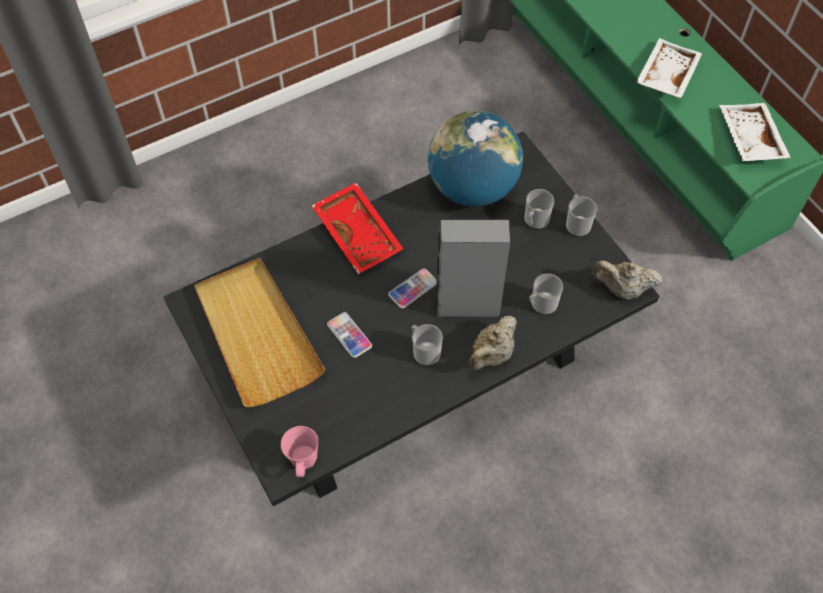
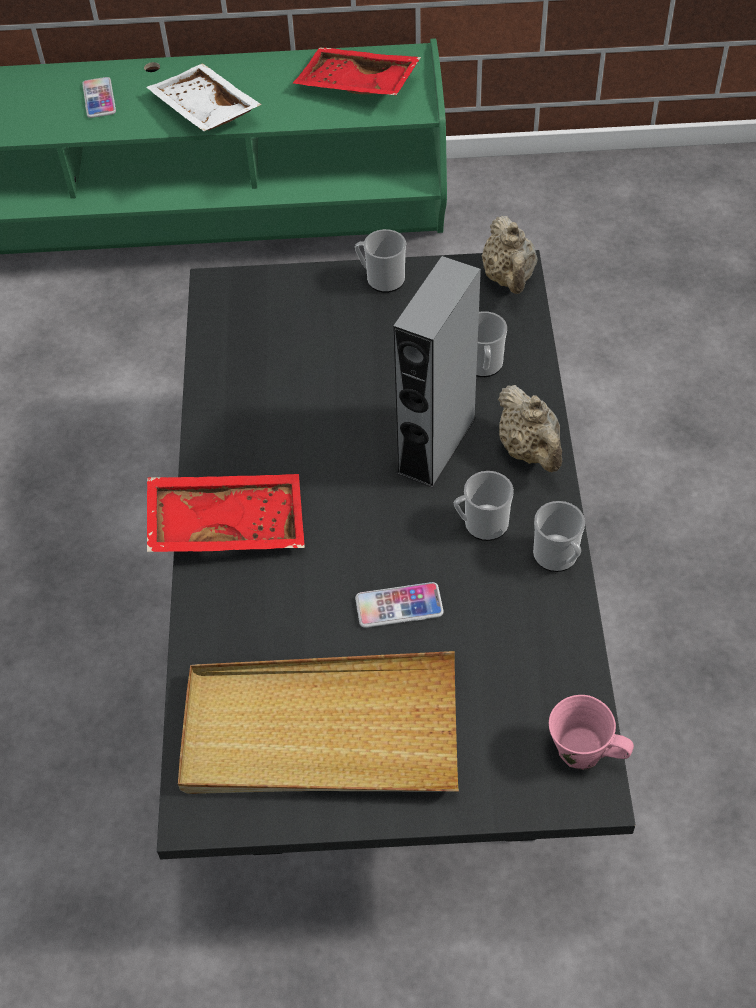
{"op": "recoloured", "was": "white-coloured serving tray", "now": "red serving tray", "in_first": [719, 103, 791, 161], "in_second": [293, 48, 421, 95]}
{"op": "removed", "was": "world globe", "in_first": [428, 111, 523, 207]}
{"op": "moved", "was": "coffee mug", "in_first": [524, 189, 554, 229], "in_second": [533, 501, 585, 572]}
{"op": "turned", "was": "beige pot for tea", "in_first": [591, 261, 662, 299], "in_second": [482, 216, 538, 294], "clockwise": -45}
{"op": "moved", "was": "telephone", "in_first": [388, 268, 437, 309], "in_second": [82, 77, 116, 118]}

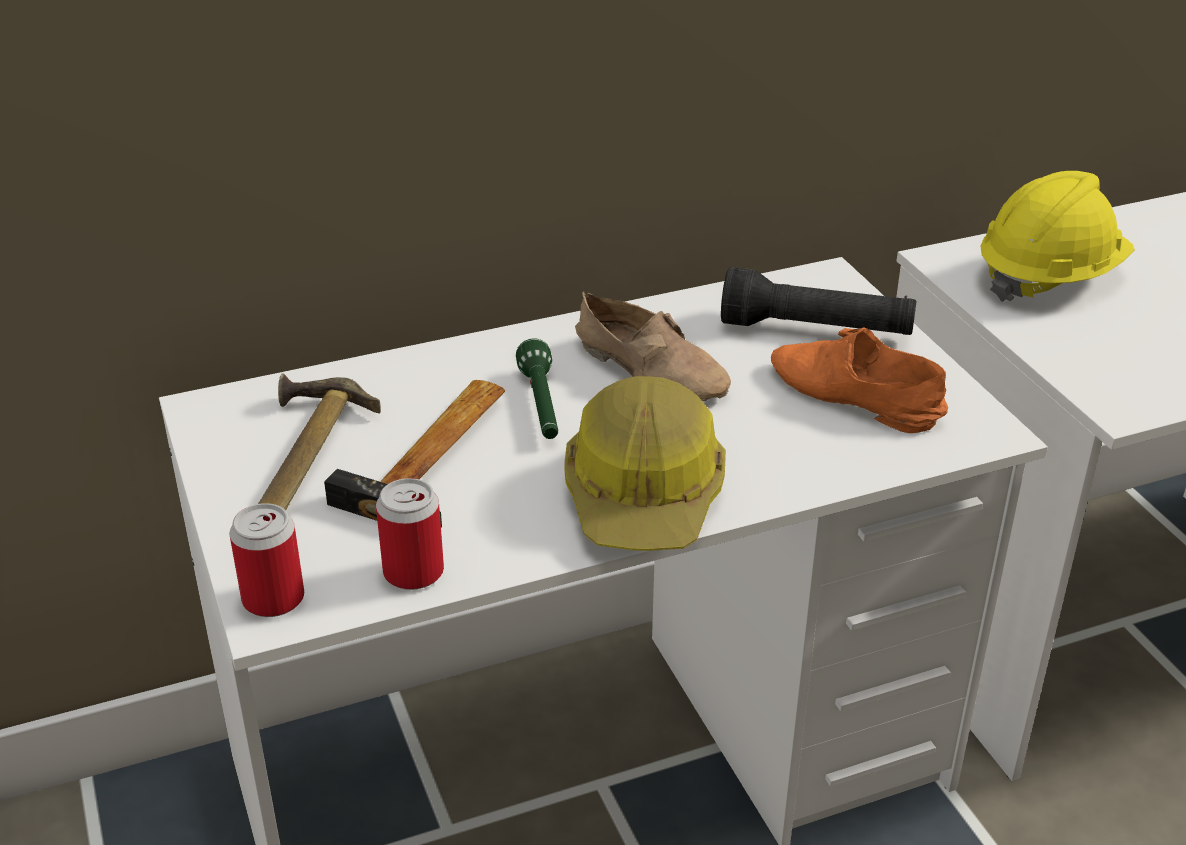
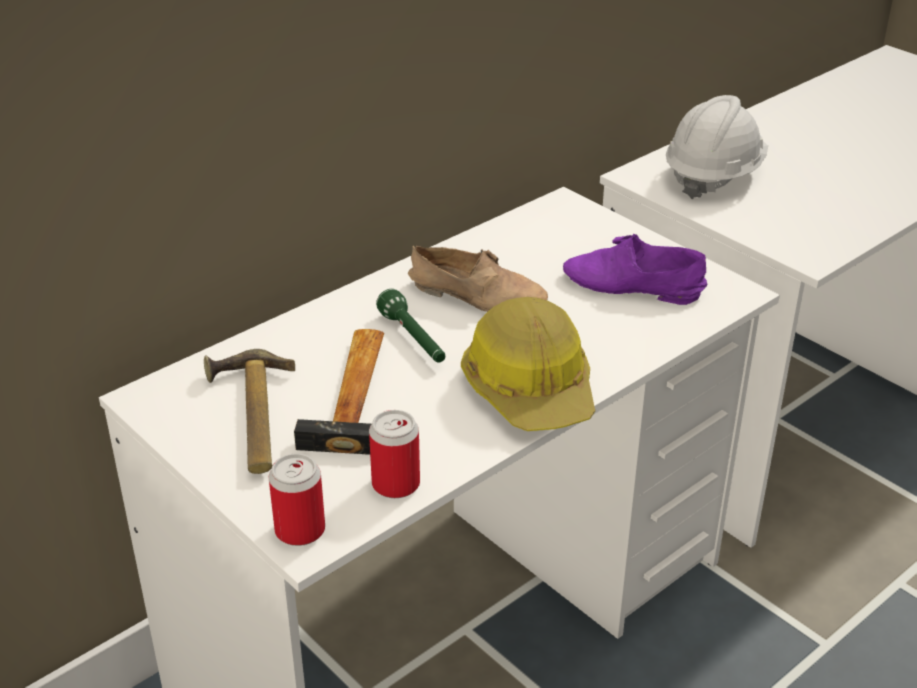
{"op": "recoloured", "was": "yellow hard hat", "now": "white-coloured hard hat", "in_first": [980, 171, 1135, 302], "in_second": [666, 95, 768, 199]}
{"op": "removed", "was": "black torch", "in_first": [721, 267, 917, 335]}
{"op": "recoloured", "was": "orangey low shoe", "now": "purple low shoe", "in_first": [771, 328, 948, 433], "in_second": [563, 234, 708, 305]}

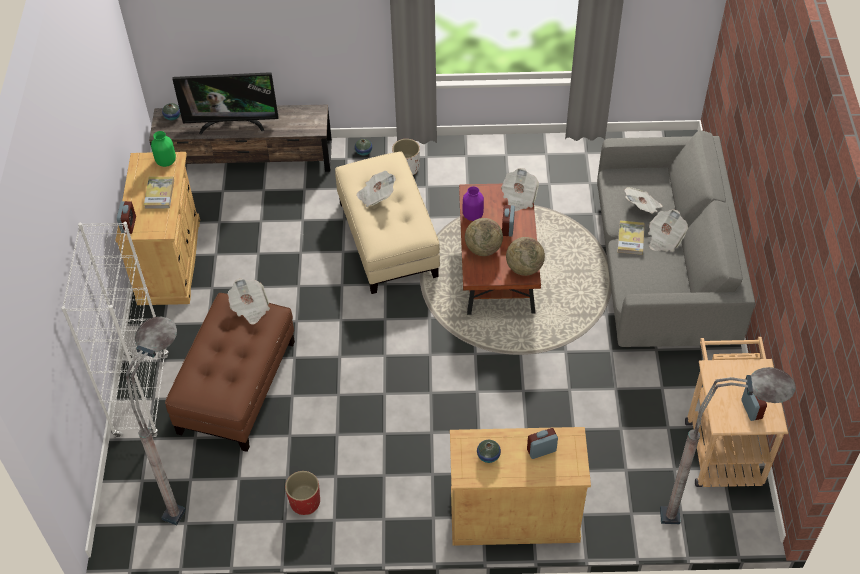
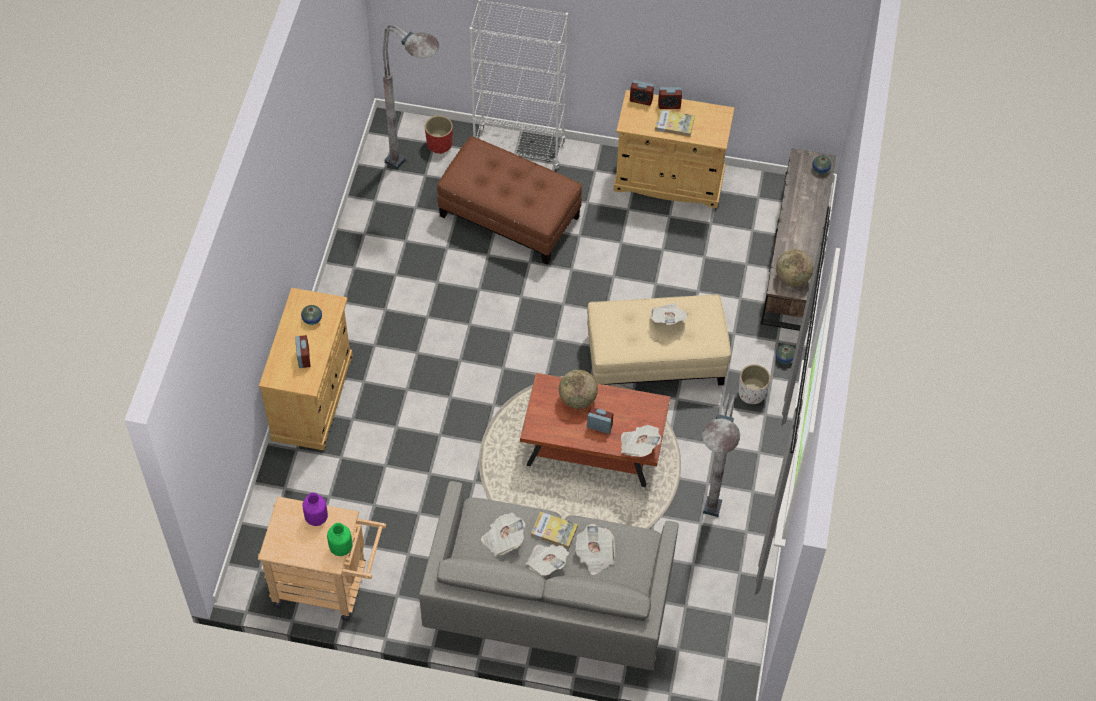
{"op": "removed", "was": "television", "in_first": [172, 72, 278, 134]}
{"op": "moved", "was": "green vase", "in_first": [151, 131, 176, 167], "in_second": [327, 523, 353, 556]}
{"op": "moved", "was": "purple vase", "in_first": [463, 186, 484, 221], "in_second": [302, 492, 328, 526]}
{"op": "moved", "was": "world globe", "in_first": [506, 237, 545, 276], "in_second": [776, 249, 814, 287]}
{"op": "moved", "was": "daily paper", "in_first": [228, 278, 270, 325], "in_second": [481, 513, 526, 556]}
{"op": "moved", "was": "greyish standard lamp", "in_first": [660, 367, 796, 524], "in_second": [702, 394, 740, 517]}
{"op": "moved", "was": "bedside clock", "in_first": [741, 387, 767, 421], "in_second": [658, 87, 682, 109]}
{"op": "moved", "was": "red planter", "in_first": [285, 471, 320, 515], "in_second": [425, 116, 453, 154]}

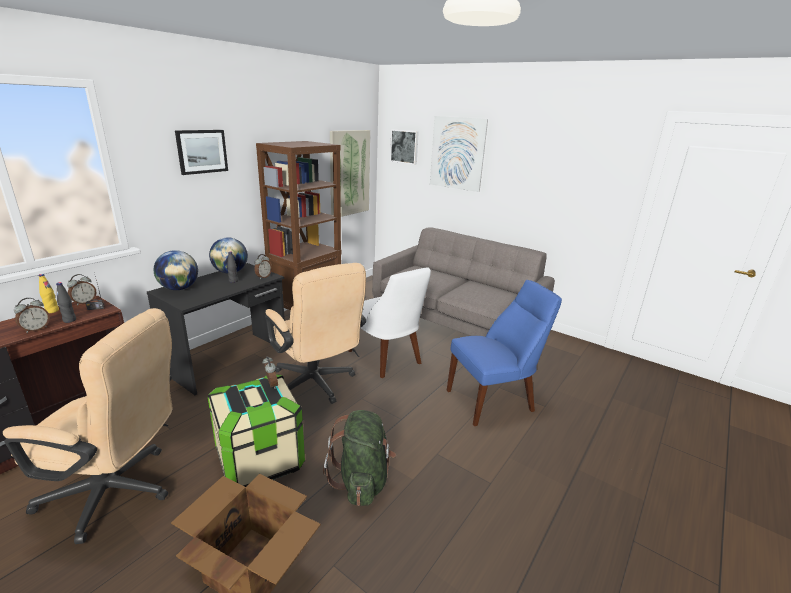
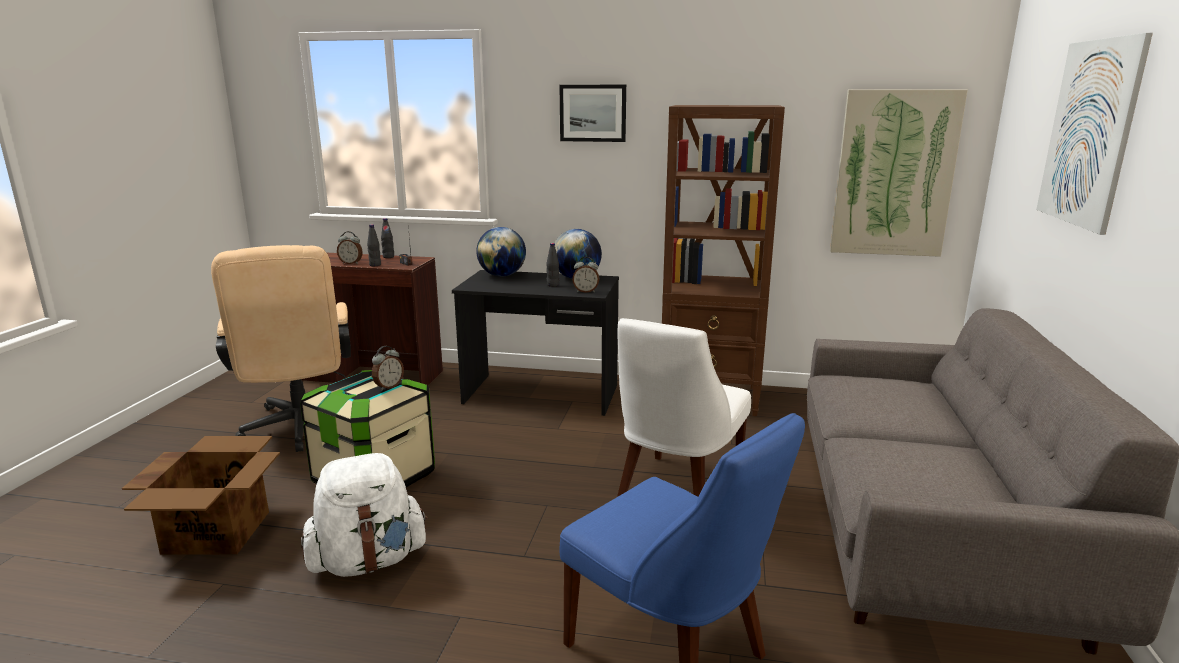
{"op": "removed", "was": "wall picture", "in_first": [390, 129, 419, 165]}
{"op": "removed", "was": "beige computer chair", "in_first": [265, 263, 366, 404]}
{"op": "recoloured", "was": "yellow drink bottle", "now": "black drink bottle", "in_first": [38, 274, 59, 313], "in_second": [381, 218, 394, 258]}
{"op": "removed", "was": "bedside clock", "in_first": [67, 274, 96, 306]}
{"op": "recoloured", "was": "green knapsack", "now": "white-coloured knapsack", "in_first": [323, 410, 396, 506], "in_second": [301, 453, 428, 577]}

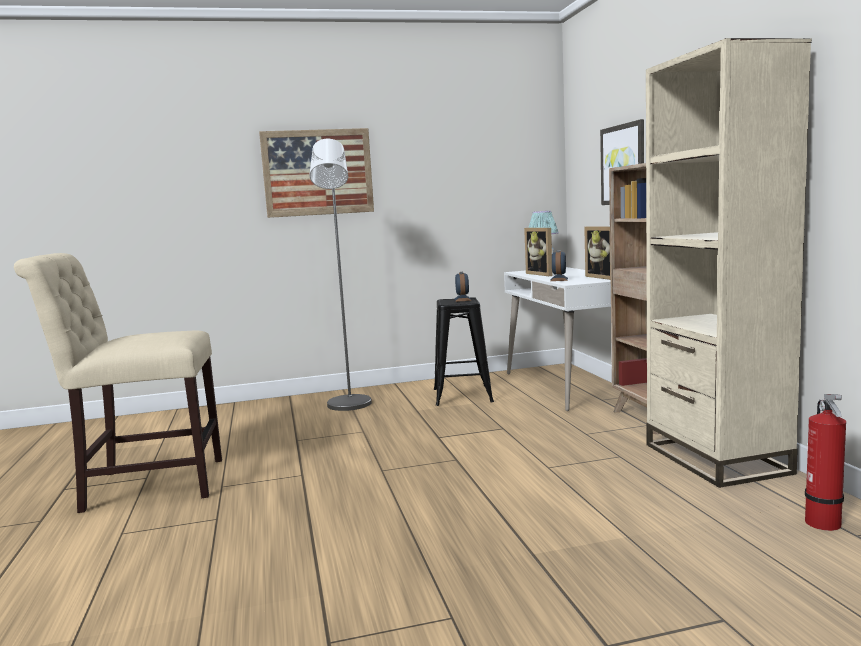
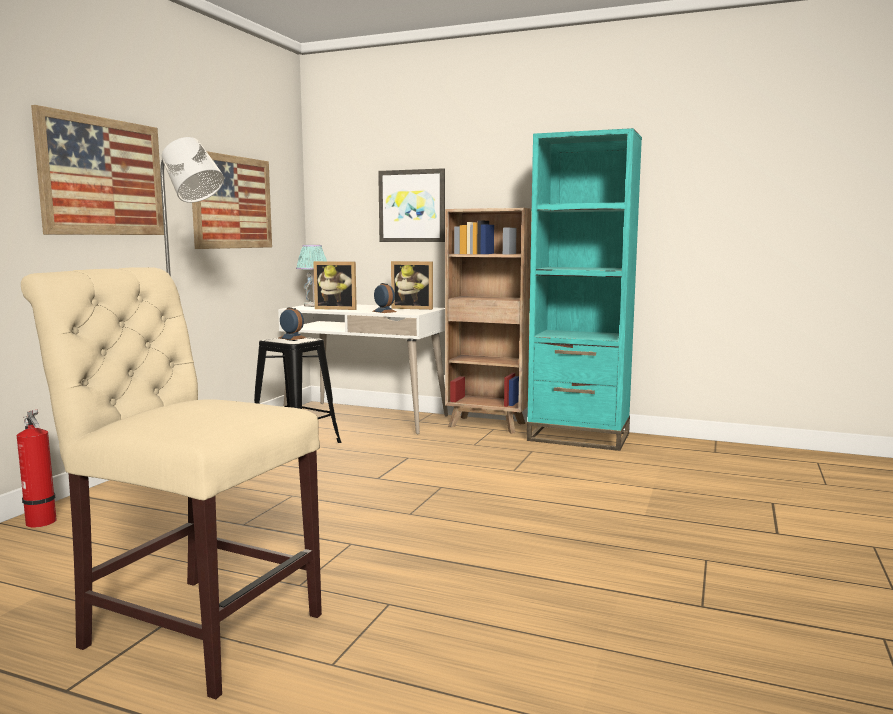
{"op": "recoloured", "was": "beige shelving unit", "now": "turquoise-coloured shelving unit", "in_first": [646, 38, 812, 488], "in_second": [527, 128, 642, 451]}
{"op": "turned", "was": "beige plain chair", "in_first": [14, 253, 222, 513], "in_second": [21, 267, 322, 699], "clockwise": 90}
{"op": "moved", "was": "fire extinguisher", "in_first": [805, 394, 846, 531], "in_second": [17, 410, 57, 527]}
{"op": "added", "now": "wall picture", "in_second": [192, 151, 272, 249]}

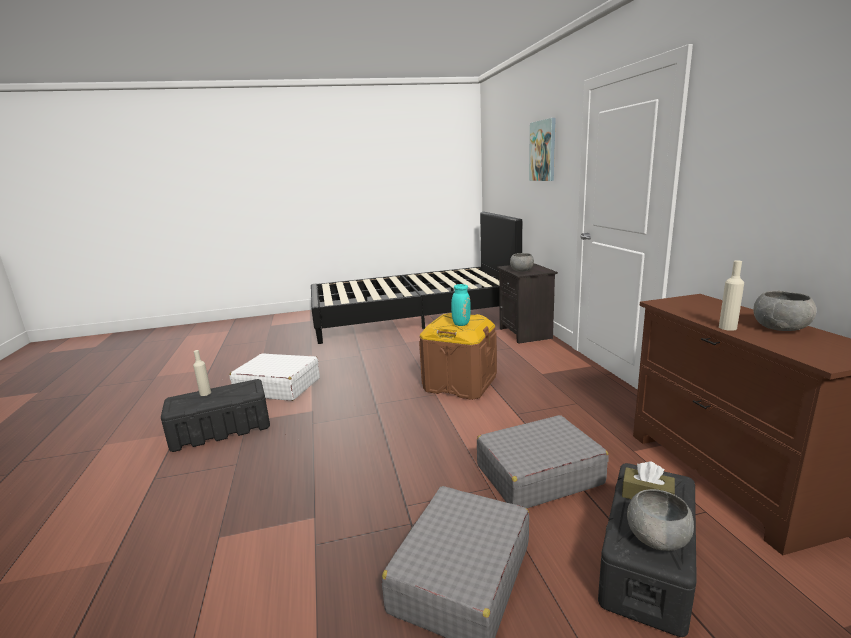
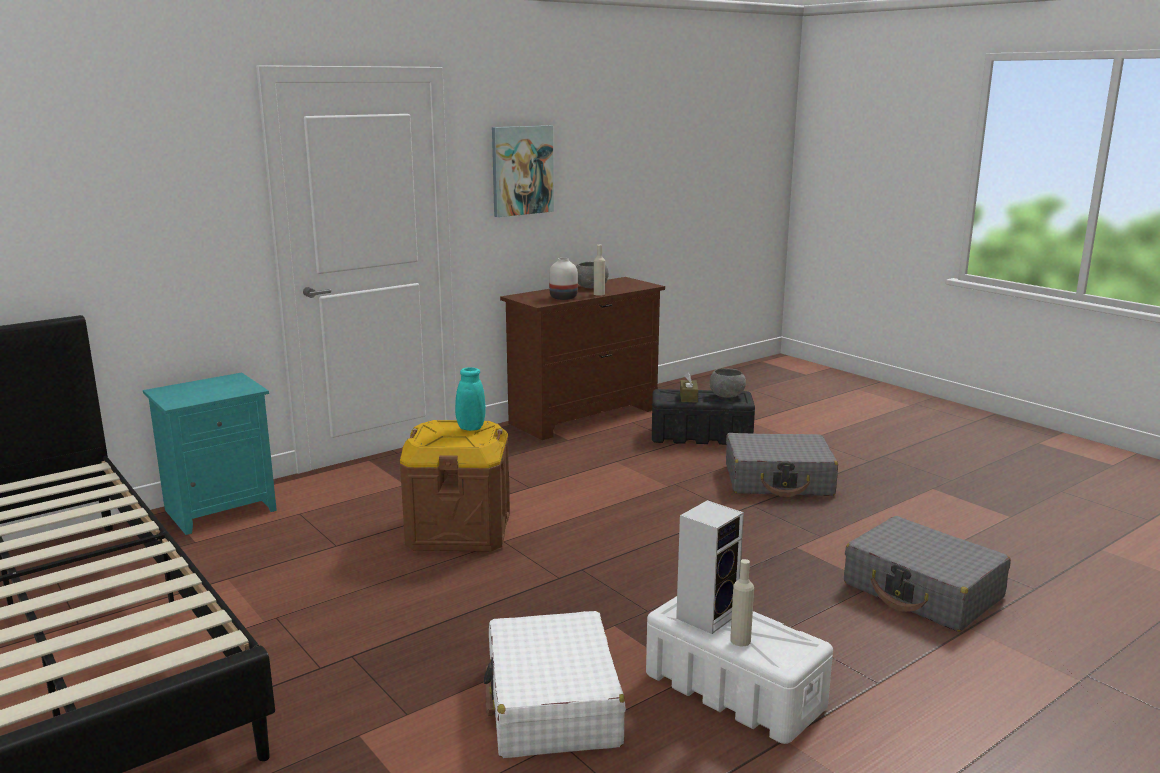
{"op": "moved", "was": "wall picture", "in_first": [529, 118, 556, 181], "in_second": [492, 125, 554, 217]}
{"op": "removed", "was": "greyish bowl", "in_first": [510, 253, 534, 272]}
{"op": "recoloured", "was": "black night table", "now": "turquoise-coloured night table", "in_first": [497, 263, 558, 344], "in_second": [143, 373, 277, 535]}
{"op": "recoloured", "was": "black storage bin", "now": "white-coloured storage bin", "in_first": [161, 379, 270, 452], "in_second": [646, 596, 833, 744]}
{"op": "moved", "was": "greyish suitcase", "in_first": [477, 415, 608, 508], "in_second": [844, 516, 1011, 632]}
{"op": "added", "now": "white-coloured vase", "in_second": [549, 258, 578, 300]}
{"op": "added", "now": "loudspeaker", "in_second": [676, 500, 744, 634]}

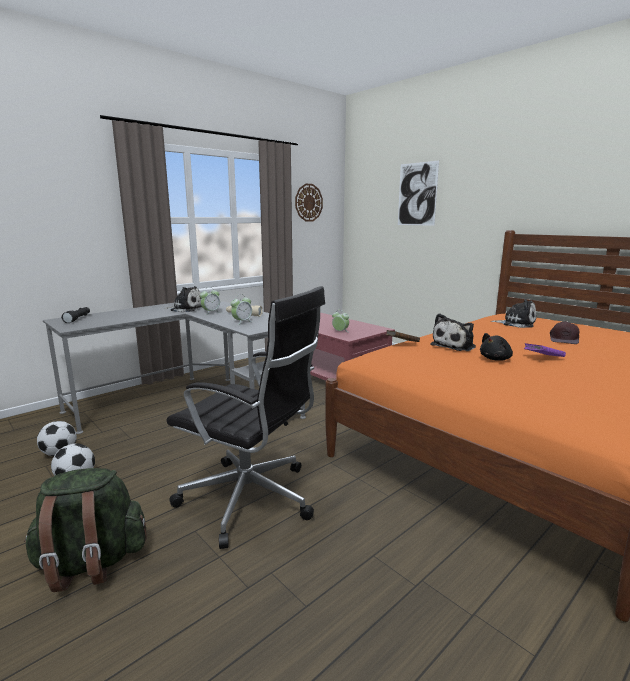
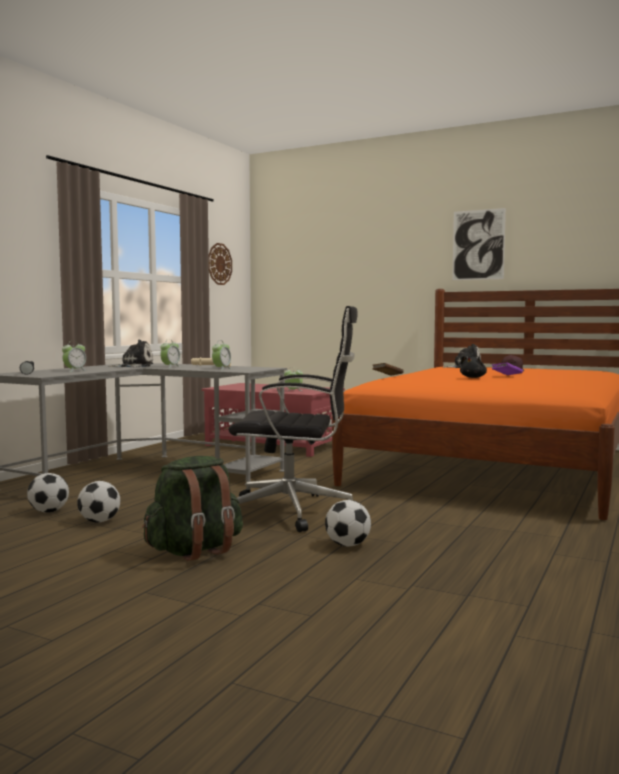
{"op": "moved", "was": "wall picture", "in_first": [398, 161, 439, 226], "in_second": [452, 208, 506, 280]}
{"op": "removed", "was": "plush toy", "in_first": [430, 313, 476, 351]}
{"op": "added", "now": "bedside clock", "in_second": [62, 343, 87, 372]}
{"op": "added", "now": "ball for football", "in_second": [325, 500, 371, 547]}

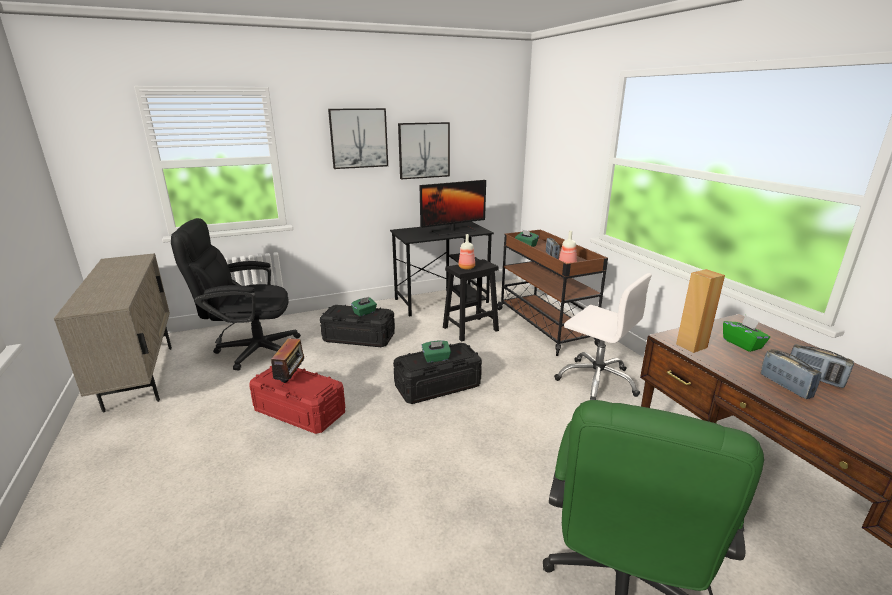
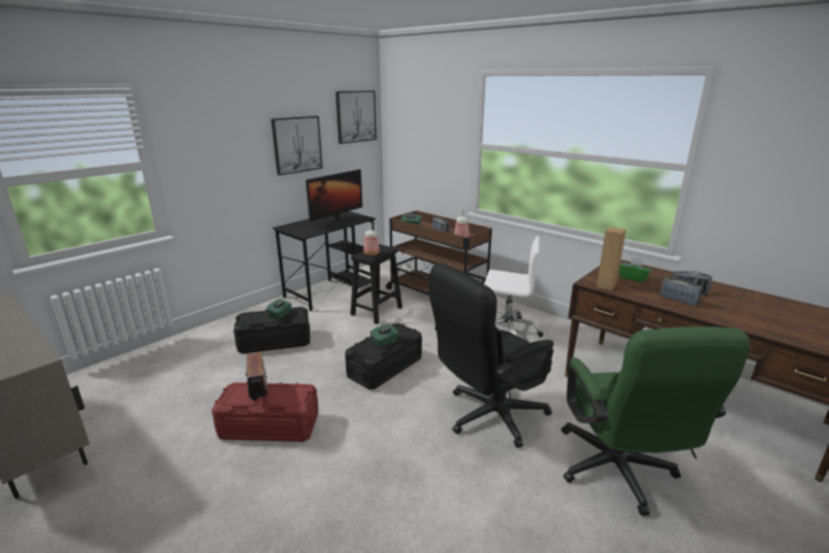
{"op": "moved", "was": "wall picture", "in_first": [328, 108, 388, 169], "in_second": [336, 91, 376, 144]}
{"op": "moved", "was": "black computer chair", "in_first": [171, 218, 301, 370], "in_second": [429, 263, 554, 448]}

